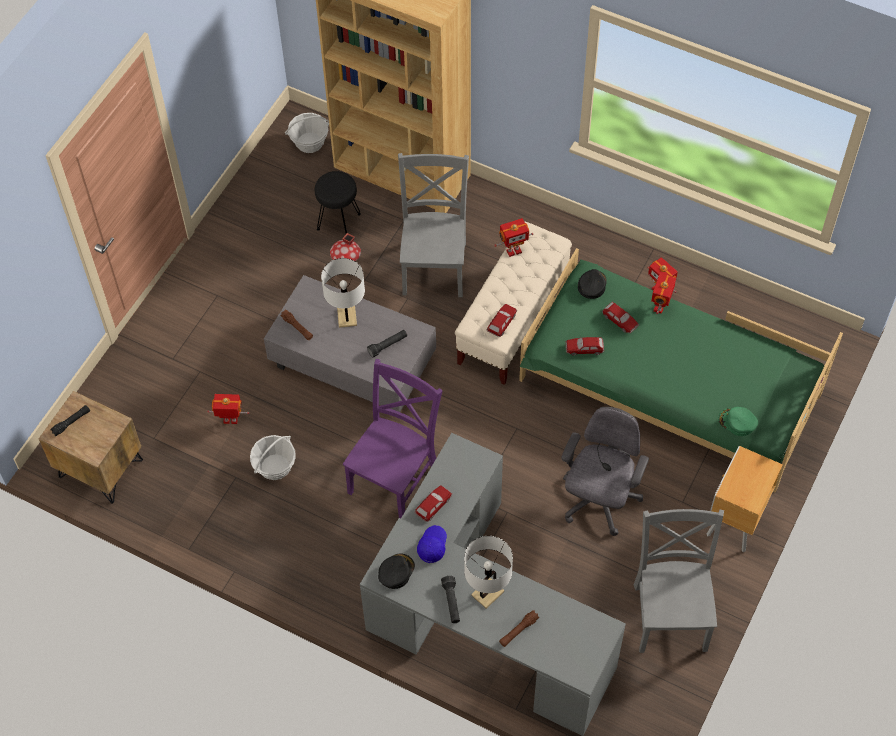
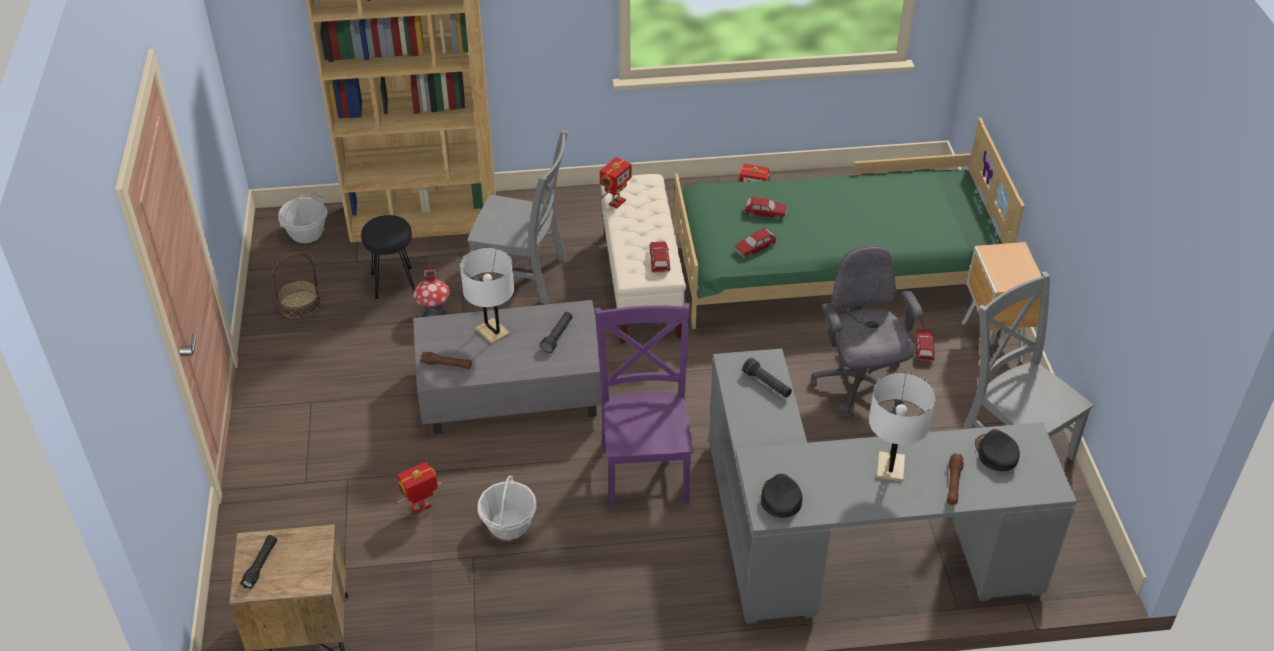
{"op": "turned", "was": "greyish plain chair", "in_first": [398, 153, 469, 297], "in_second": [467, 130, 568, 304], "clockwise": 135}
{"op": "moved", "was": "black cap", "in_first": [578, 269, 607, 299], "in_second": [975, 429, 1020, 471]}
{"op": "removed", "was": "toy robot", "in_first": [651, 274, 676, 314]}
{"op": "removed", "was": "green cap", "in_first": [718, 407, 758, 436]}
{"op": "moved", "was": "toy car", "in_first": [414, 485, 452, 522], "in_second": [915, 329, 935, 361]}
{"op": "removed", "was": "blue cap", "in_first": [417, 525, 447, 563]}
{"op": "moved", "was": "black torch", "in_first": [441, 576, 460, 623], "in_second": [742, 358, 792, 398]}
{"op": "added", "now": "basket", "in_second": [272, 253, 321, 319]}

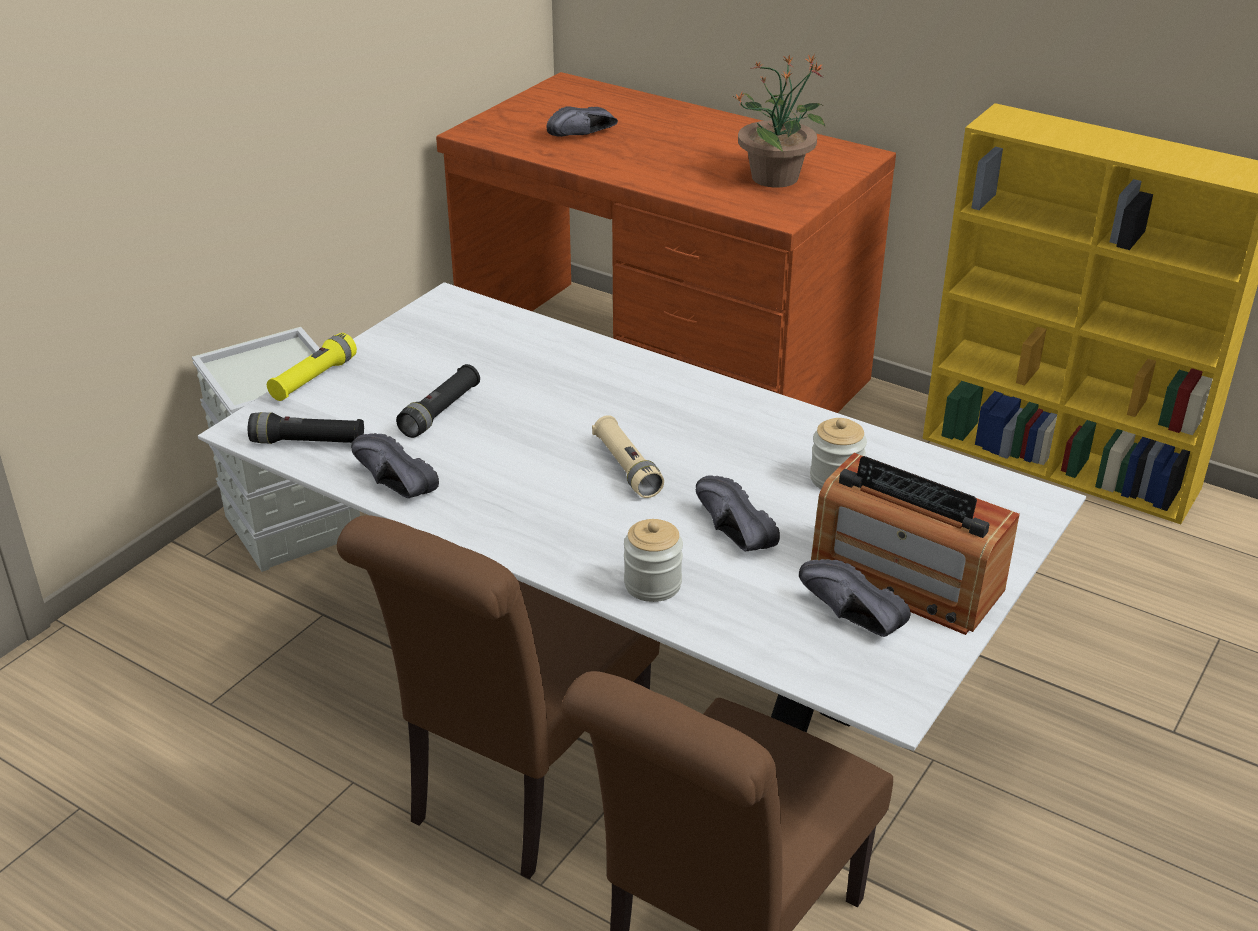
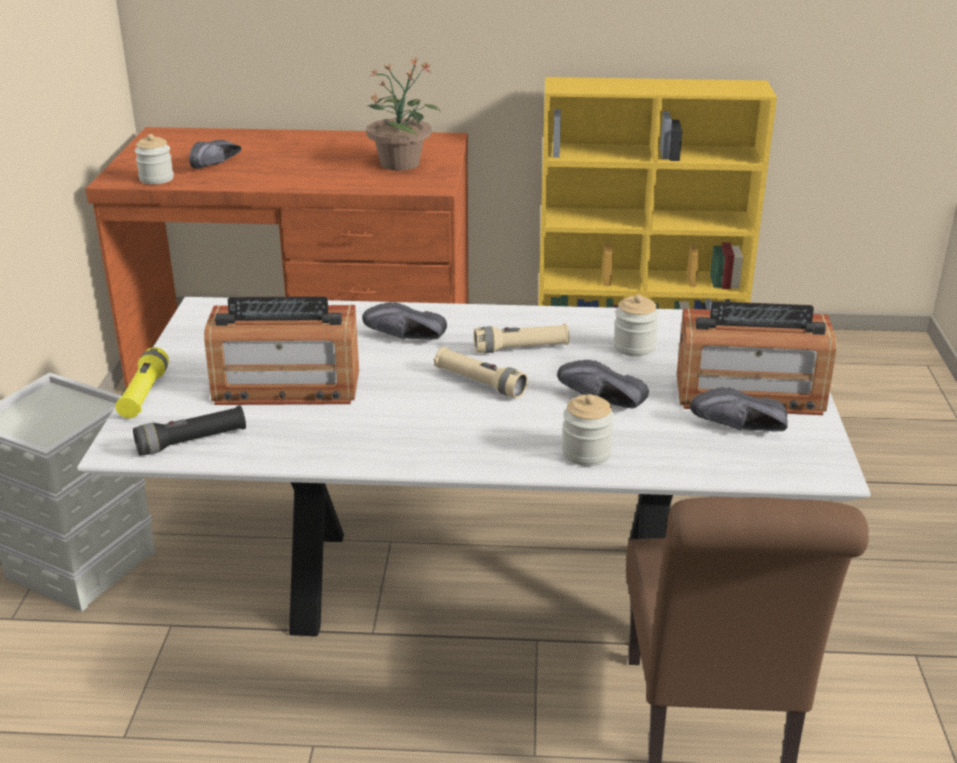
{"op": "replaced", "was": "black torch", "now": "radio set", "in_first": [396, 364, 480, 438], "in_second": [204, 296, 359, 405]}
{"op": "moved", "was": "black low shoe", "in_first": [351, 433, 439, 498], "in_second": [362, 302, 447, 340]}
{"op": "removed", "was": "brown plain chair", "in_first": [337, 515, 660, 879]}
{"op": "added", "now": "storage jar", "in_second": [135, 134, 174, 184]}
{"op": "added", "now": "beige torch", "in_second": [474, 323, 569, 353]}

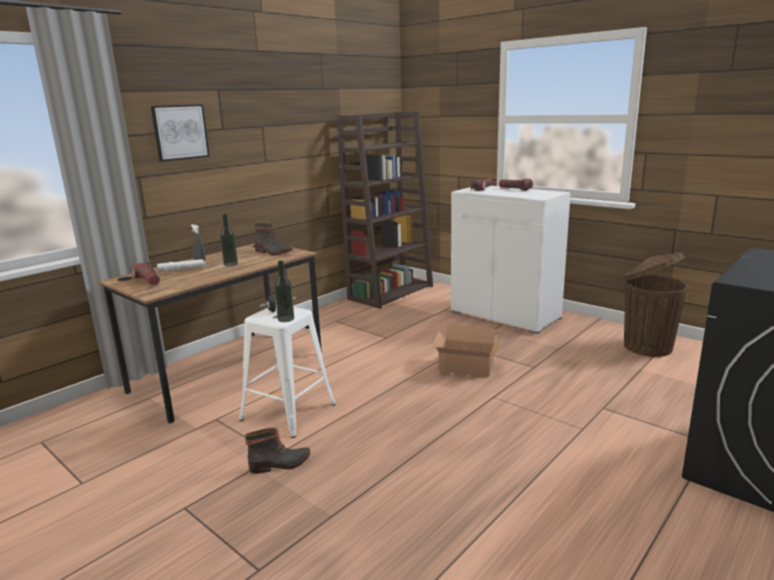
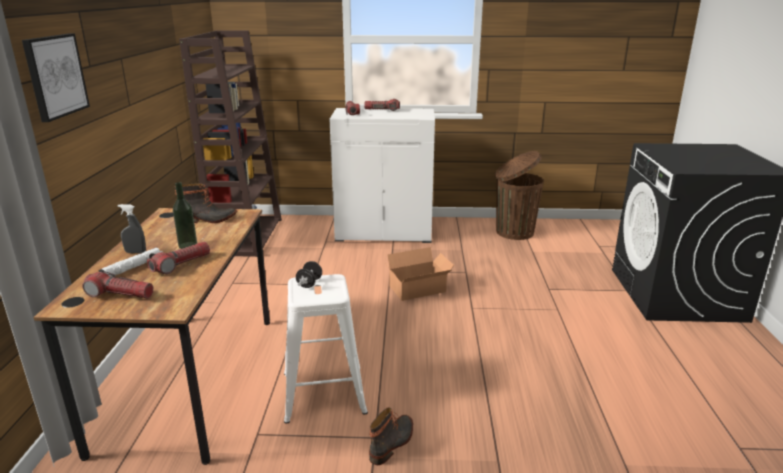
{"op": "removed", "was": "drink bottle", "in_first": [274, 260, 294, 322]}
{"op": "added", "now": "torch", "in_second": [147, 242, 210, 274]}

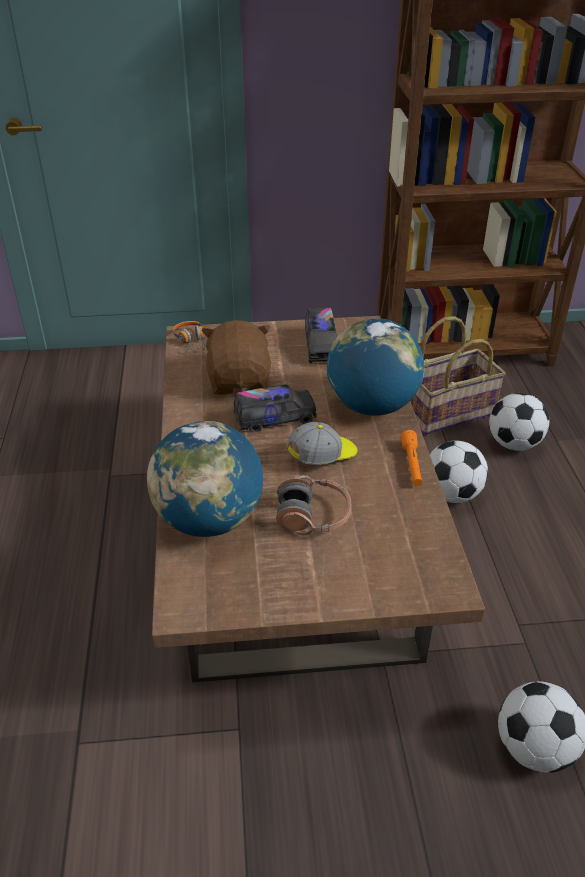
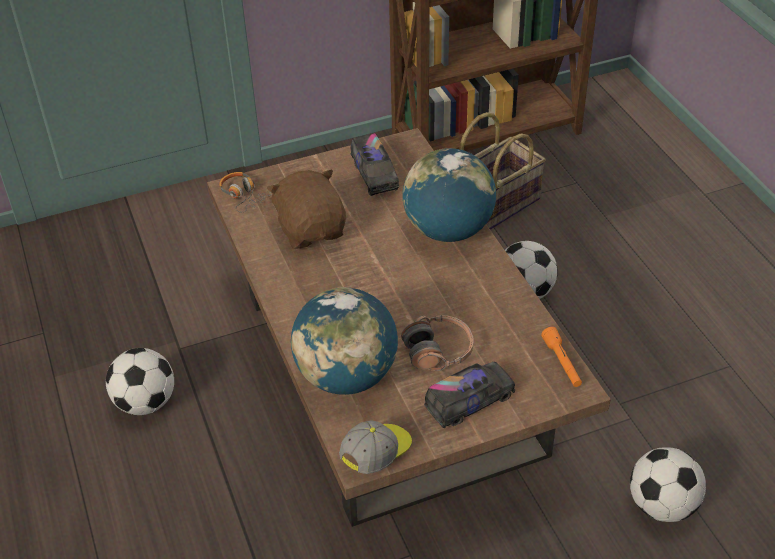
{"op": "moved", "was": "toy lorry", "in_first": [233, 384, 317, 432], "in_second": [424, 362, 515, 428]}
{"op": "moved", "was": "ball for football", "in_first": [489, 393, 549, 451], "in_second": [106, 348, 174, 415]}
{"op": "moved", "was": "cap", "in_first": [287, 422, 358, 465], "in_second": [339, 420, 412, 474]}
{"op": "moved", "was": "orangey torch", "in_first": [400, 430, 422, 486], "in_second": [541, 327, 582, 387]}

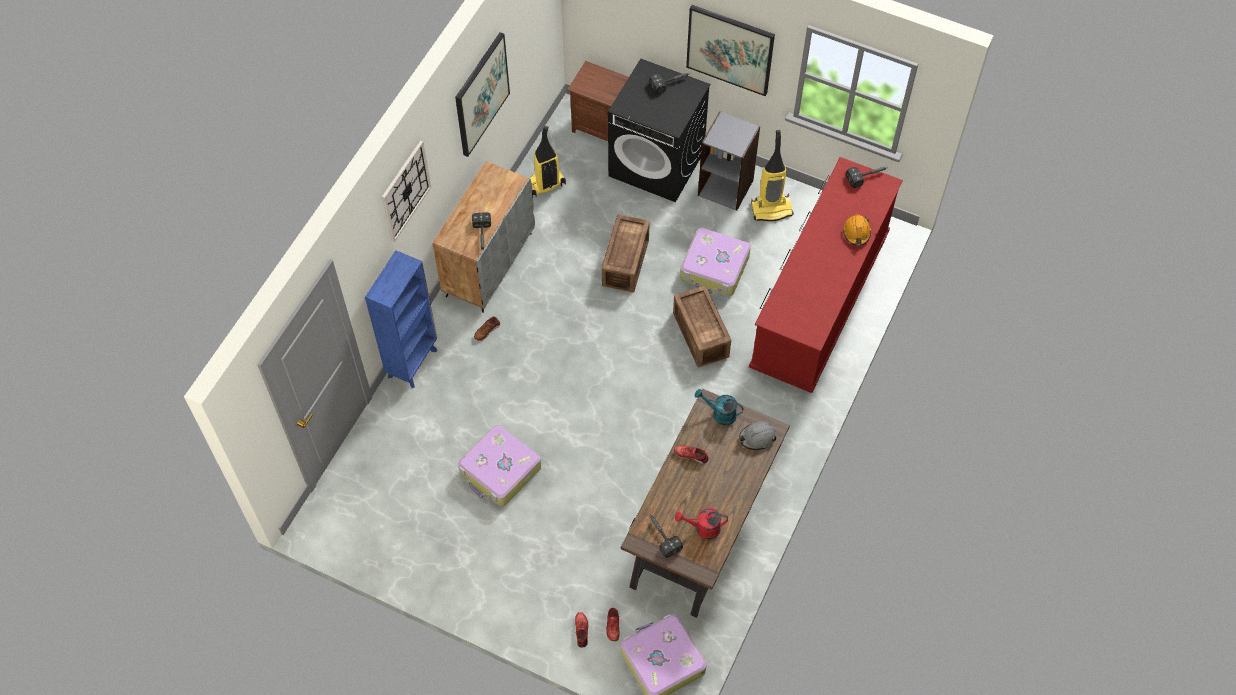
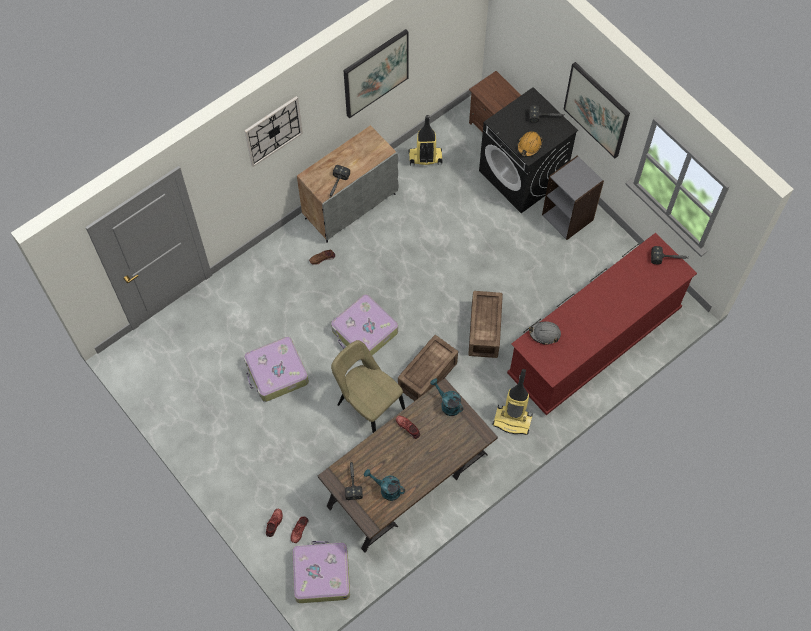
{"op": "moved", "was": "vacuum", "in_first": [751, 130, 794, 221], "in_second": [492, 369, 533, 435]}
{"op": "moved", "was": "crate", "in_first": [602, 214, 650, 292], "in_second": [398, 335, 458, 401]}
{"op": "moved", "was": "orangey hard hat", "in_first": [843, 215, 871, 246], "in_second": [517, 131, 543, 157]}
{"op": "moved", "was": "suitcase", "in_first": [680, 228, 751, 296], "in_second": [331, 294, 398, 361]}
{"op": "removed", "was": "blue shelving unit", "in_first": [365, 251, 437, 388]}
{"op": "moved", "was": "greyish hard hat", "in_first": [739, 421, 776, 450], "in_second": [529, 322, 561, 345]}
{"op": "recoloured", "was": "red watering pot", "now": "turquoise-coloured watering pot", "in_first": [675, 508, 728, 539], "in_second": [364, 469, 405, 501]}
{"op": "added", "now": "beige plain chair", "in_second": [331, 340, 405, 433]}

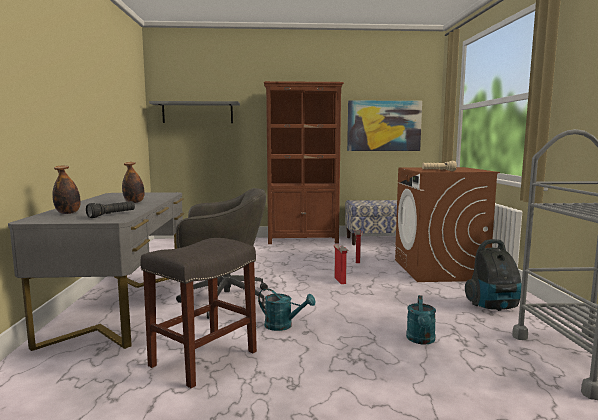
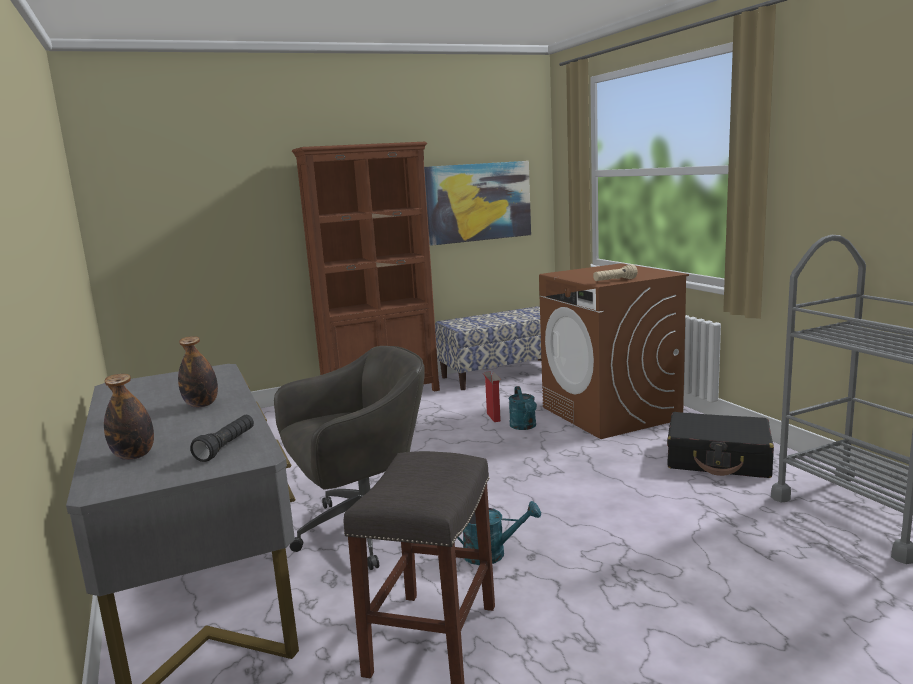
{"op": "removed", "was": "greyish bracket shelf", "in_first": [149, 101, 240, 123]}
{"op": "replaced", "was": "vacuum", "now": "black suitcase", "in_first": [465, 239, 521, 311], "in_second": [667, 412, 774, 478]}
{"op": "removed", "was": "cardboard box", "in_first": [334, 244, 348, 284]}
{"op": "moved", "was": "turquoise-coloured watering pot", "in_first": [406, 295, 436, 345], "in_second": [509, 386, 537, 430]}

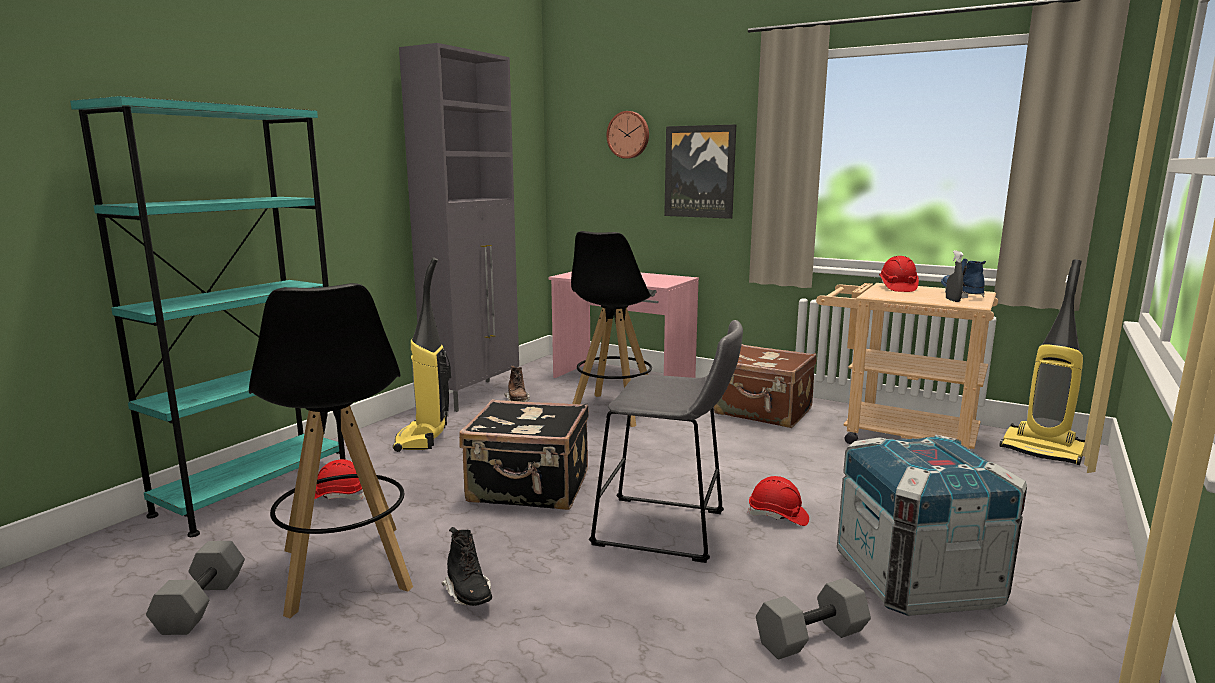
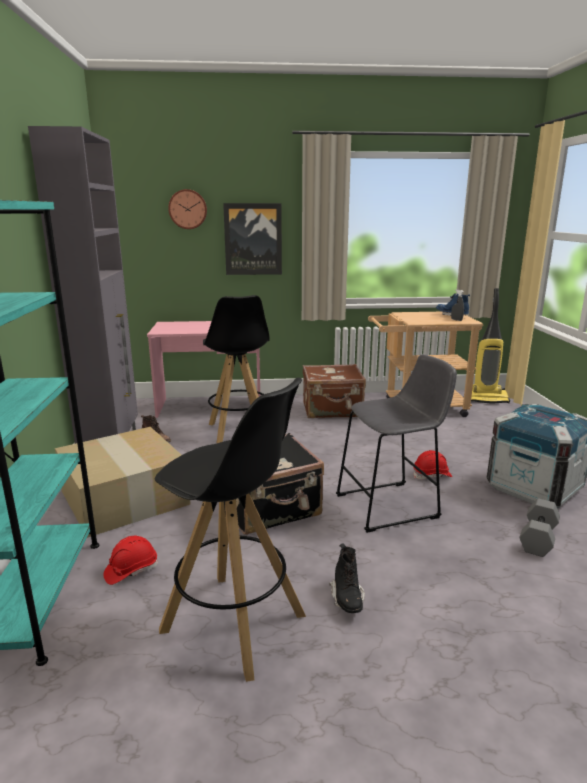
{"op": "removed", "was": "red hard hat", "in_first": [879, 256, 919, 292]}
{"op": "replaced", "was": "vacuum", "now": "cardboard box", "in_first": [393, 257, 451, 452], "in_second": [55, 427, 190, 538]}
{"op": "turned", "was": "black boot", "in_first": [442, 527, 492, 606], "in_second": [329, 543, 365, 613], "clockwise": 60}
{"op": "removed", "was": "greyish free weight", "in_first": [146, 541, 245, 635]}

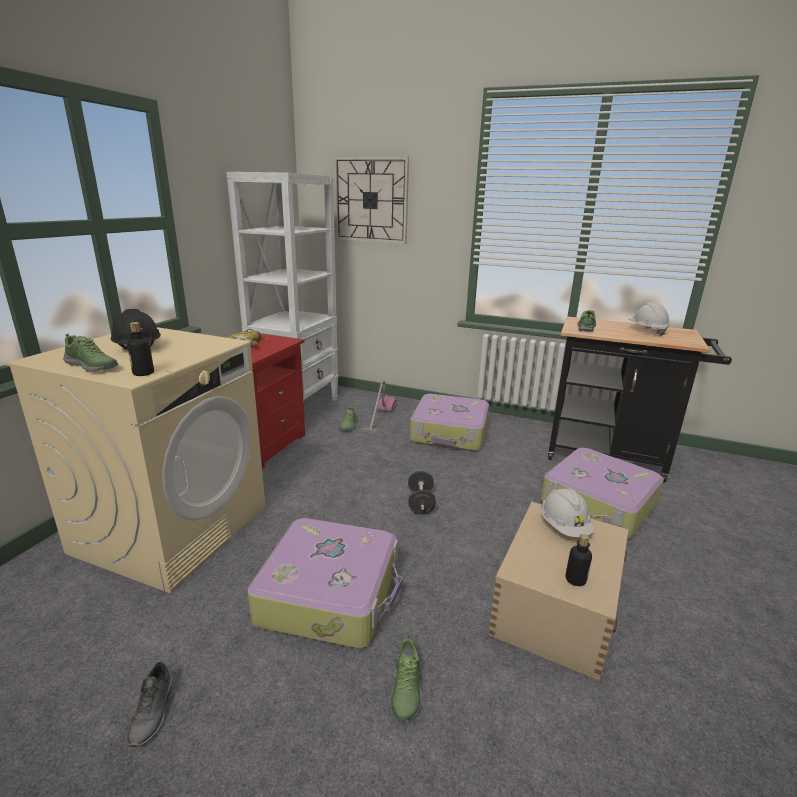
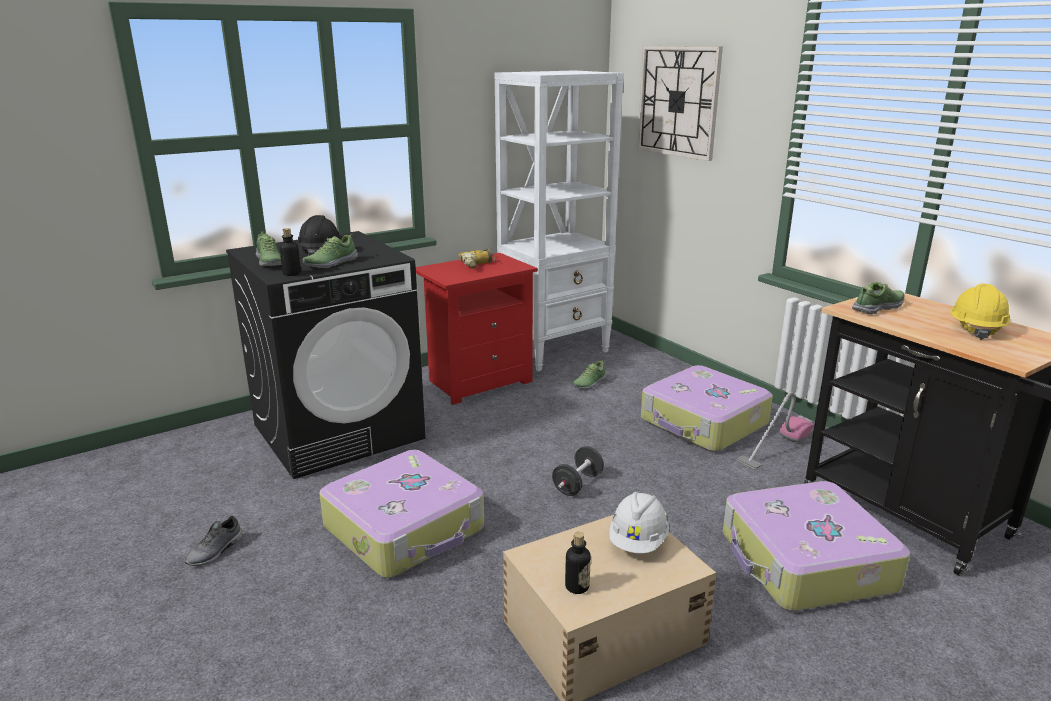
{"op": "recoloured", "was": "white-coloured hard hat", "now": "yellow hard hat", "in_first": [629, 302, 670, 336], "in_second": [950, 283, 1010, 340]}
{"op": "recoloured", "was": "beige laundry appliance", "now": "black laundry appliance", "in_first": [6, 327, 266, 593], "in_second": [226, 231, 426, 479]}
{"op": "moved", "was": "vacuum", "in_first": [363, 380, 397, 433], "in_second": [738, 391, 815, 469]}
{"op": "moved", "was": "low shoe", "in_first": [390, 634, 422, 721], "in_second": [302, 234, 358, 268]}

